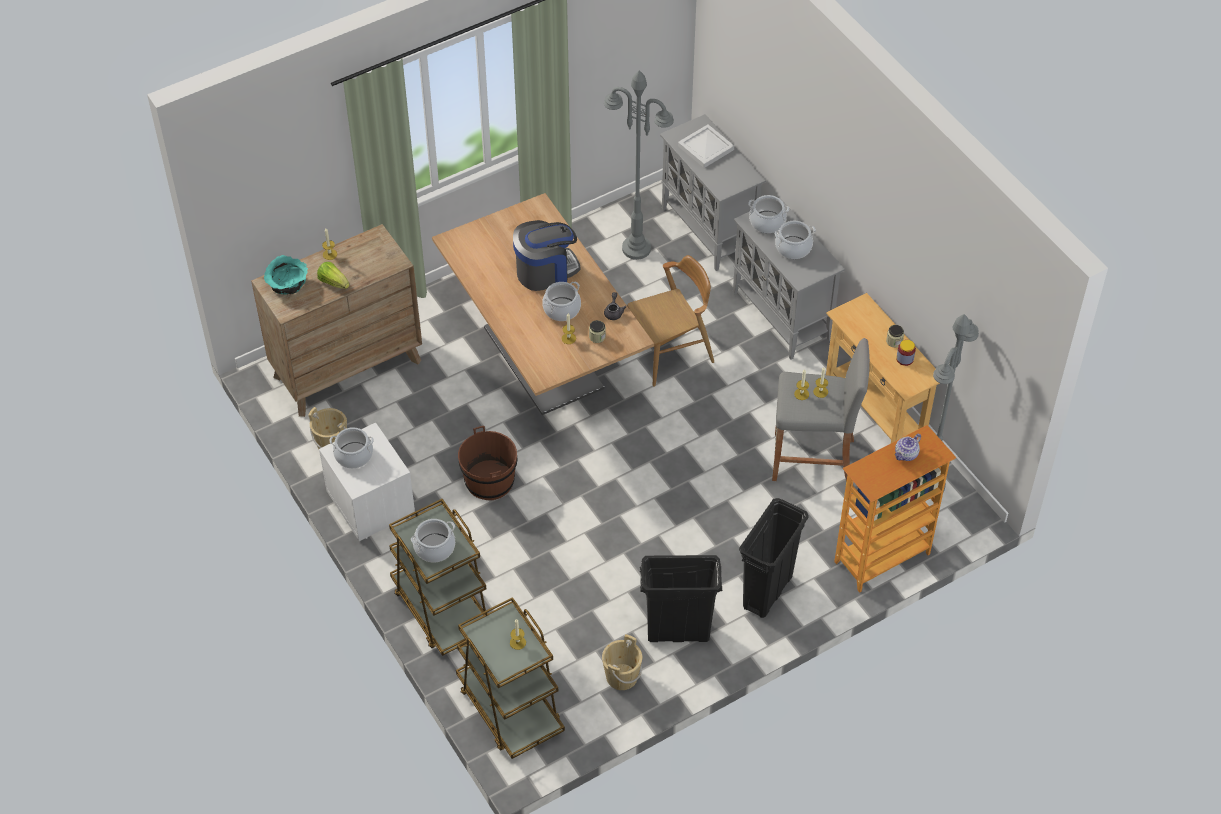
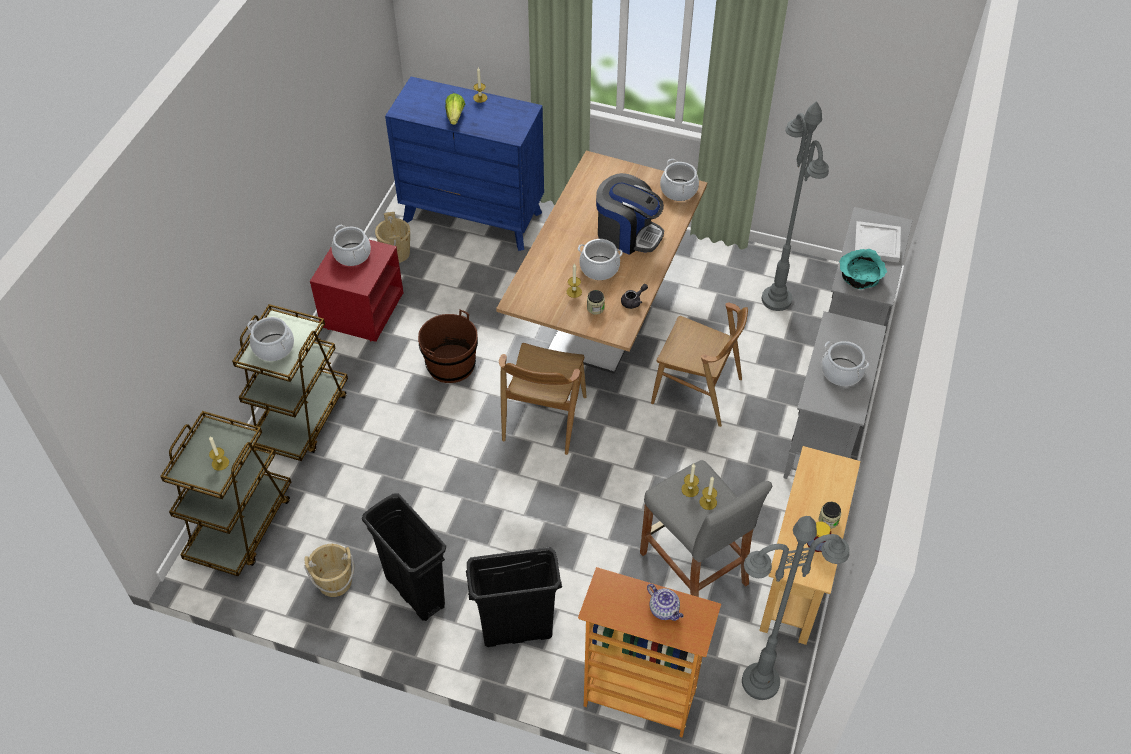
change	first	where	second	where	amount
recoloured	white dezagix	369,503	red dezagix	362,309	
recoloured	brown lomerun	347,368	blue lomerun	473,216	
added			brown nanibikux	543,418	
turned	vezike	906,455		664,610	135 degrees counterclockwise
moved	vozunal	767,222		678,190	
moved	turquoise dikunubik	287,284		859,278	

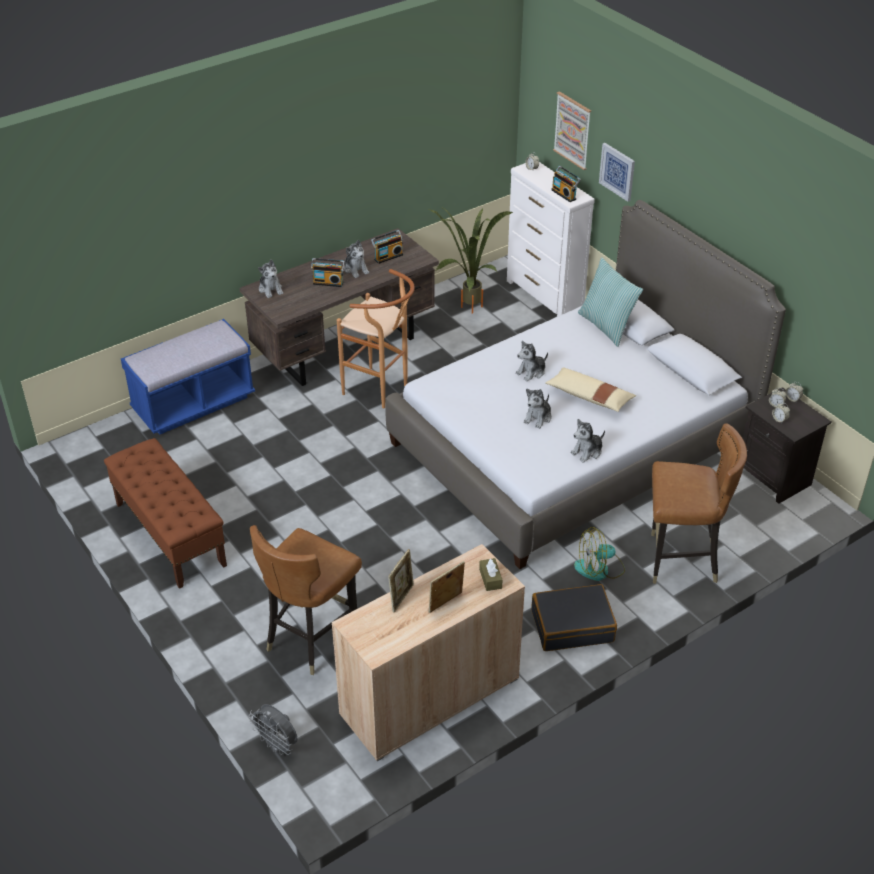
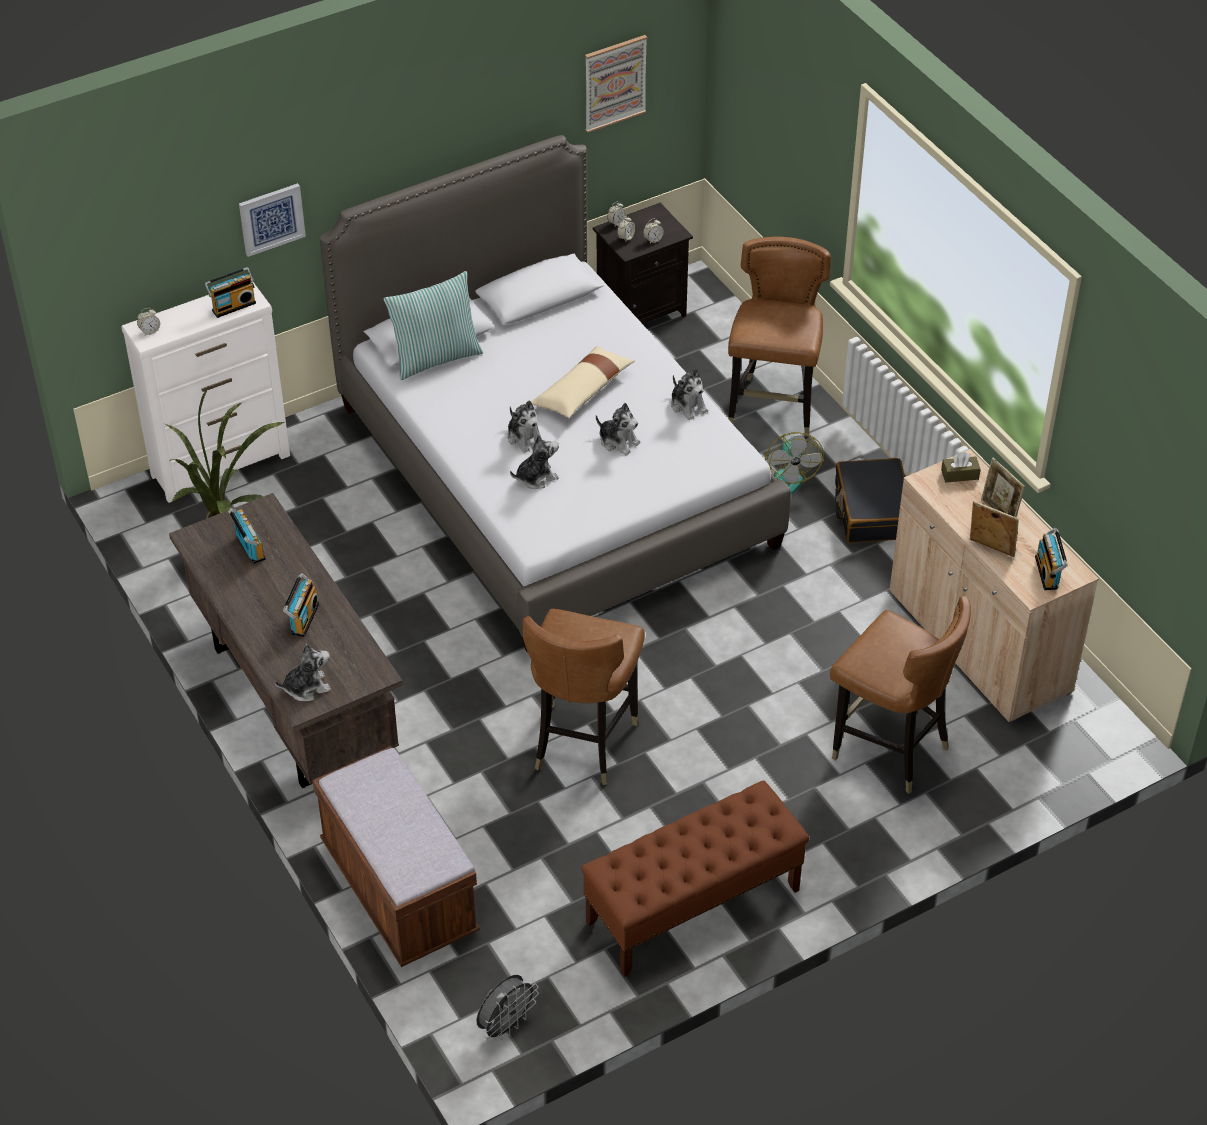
change	first	where	second	where	amount
recoloured	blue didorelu	193,404	brown didorelu	399,890	
moved	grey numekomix	277,744		506,1025	
moved	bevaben	356,269		536,477	
added			brown nanibikux	582,742	
moved	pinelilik	573,130		614,83	
added			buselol	1048,573	
removed	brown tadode	381,391			

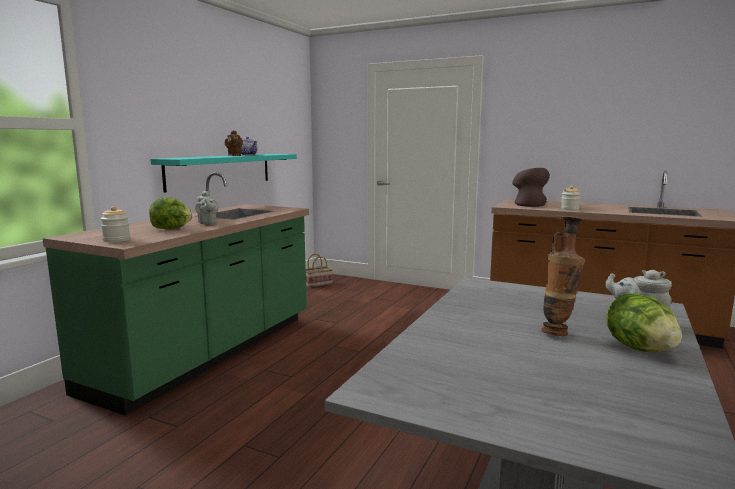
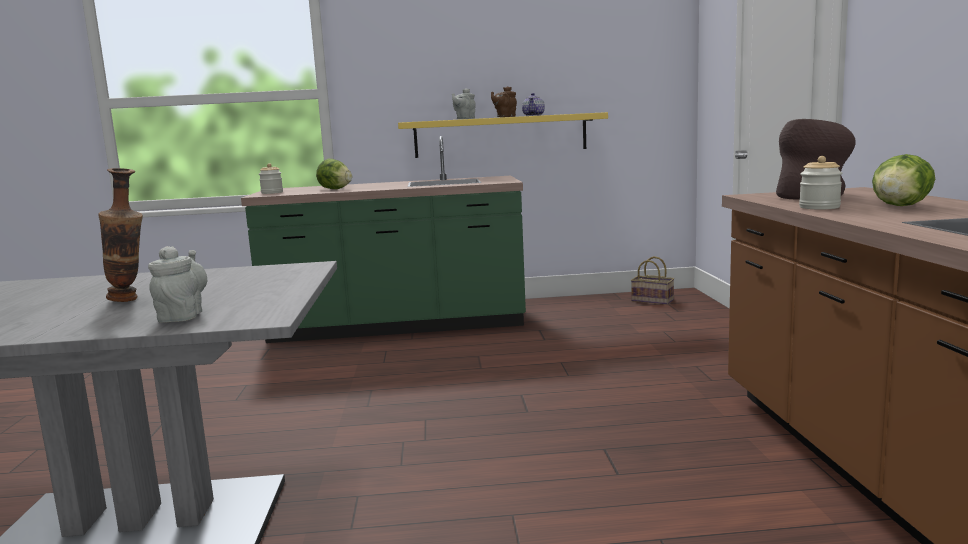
change	first	where	second	where	amount
recoloured	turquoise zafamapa	221,170	yellow zafamapa	500,135	
moved	grey vezike	207,223		464,119	
moved	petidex	640,349		900,206	

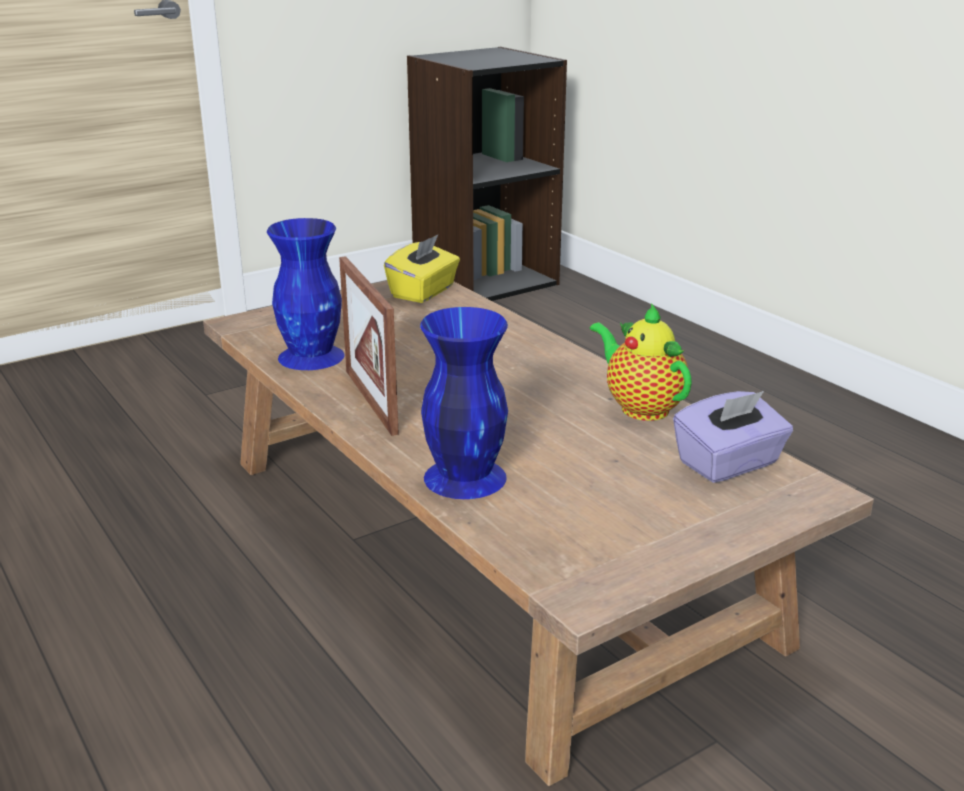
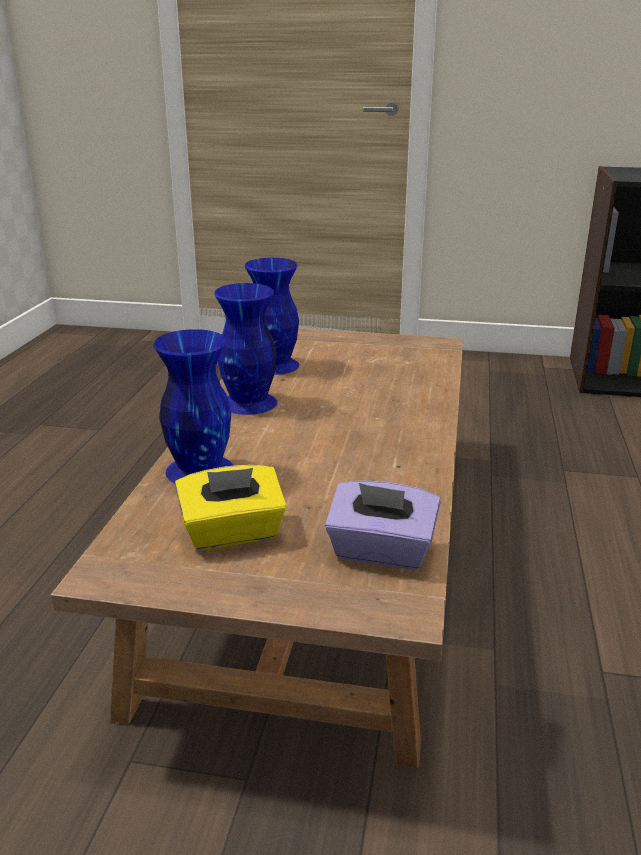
change	first	where	second	where	amount
moved	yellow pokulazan	423,292		232,533	
replaced	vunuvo	370,401	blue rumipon	248,403	
removed	vezike	640,407			

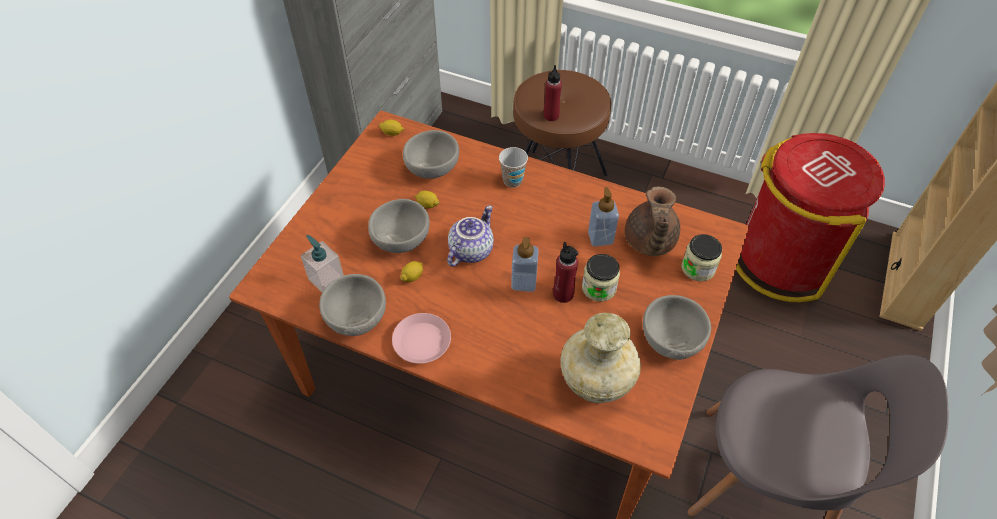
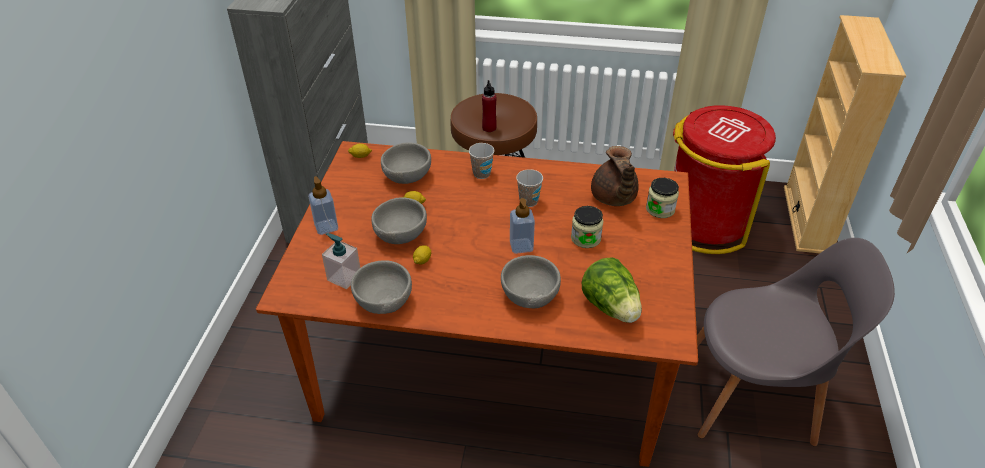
change	first	where	second	where	amount
moved	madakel	600,238		326,227	
moved	grey dikunubik	673,339		531,295	
added			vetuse	528,201	
replaced	beige rumipon	596,382	petidex	611,307	
removed	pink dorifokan	422,341			
removed	vezike	470,250			
removed	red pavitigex	563,294			

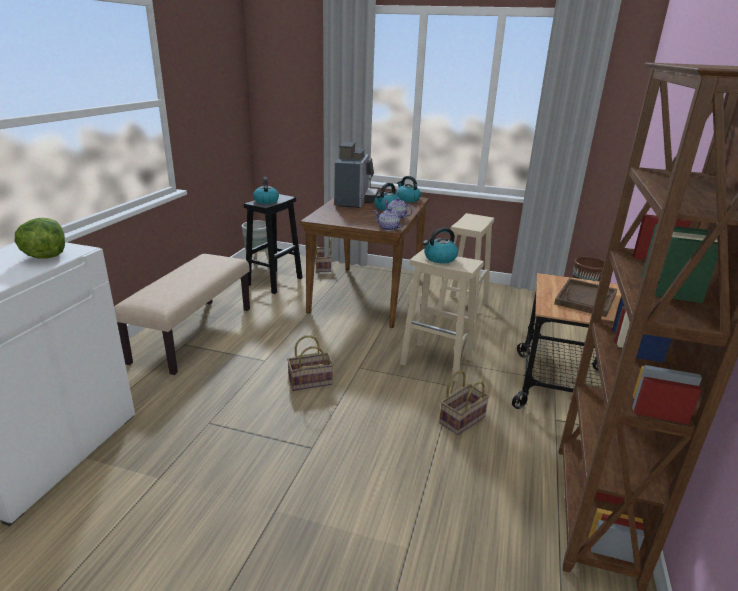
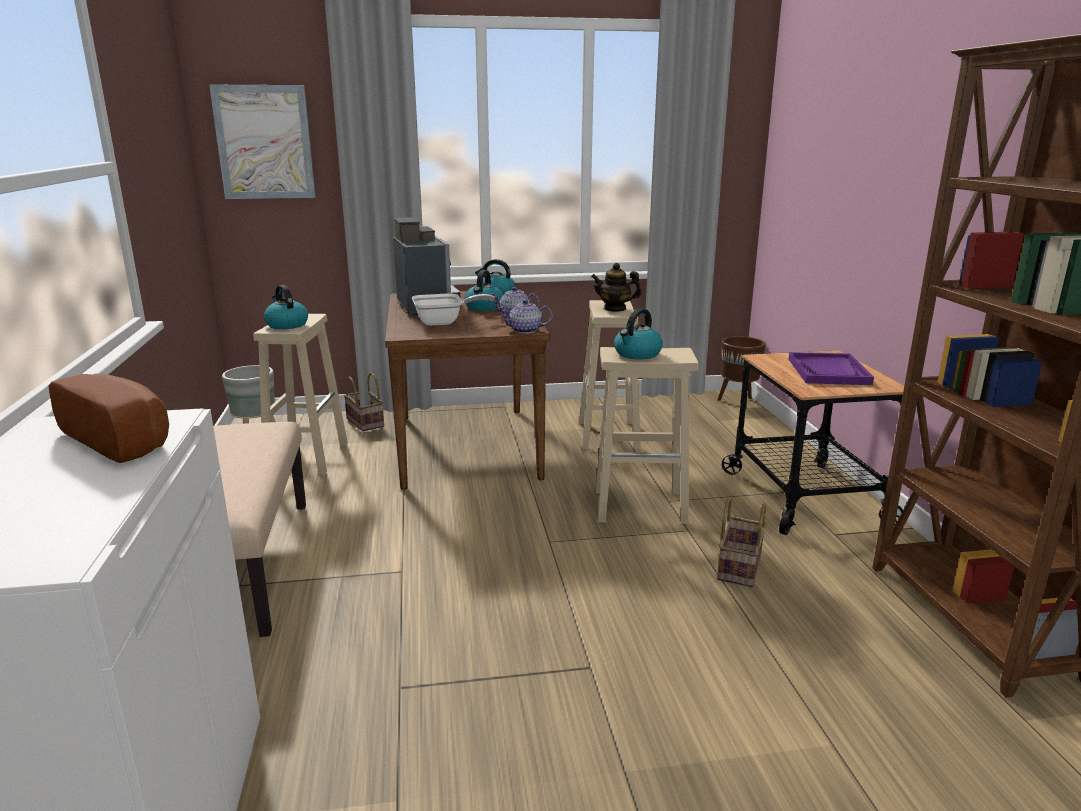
change	first	where	second	where	amount
replaced	petidex	45,256	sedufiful	122,439	
added			pinelilik	264,142	
recoloured	black tadode	274,281	beige tadode	307,457	
added			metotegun	444,322	
added			vezike	615,309	
recoloured	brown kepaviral	586,299	purple kepaviral	828,371	
removed	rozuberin	311,381			

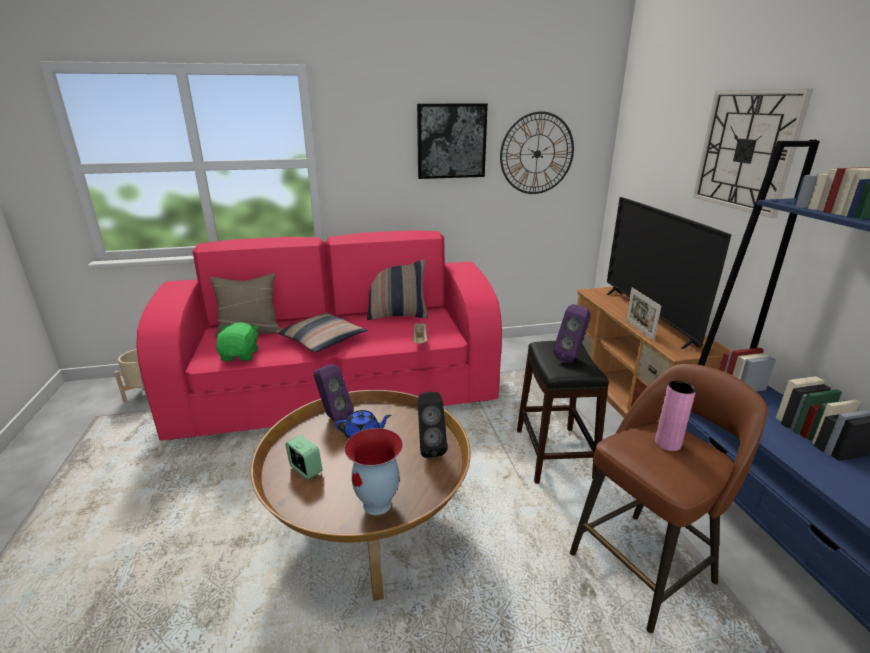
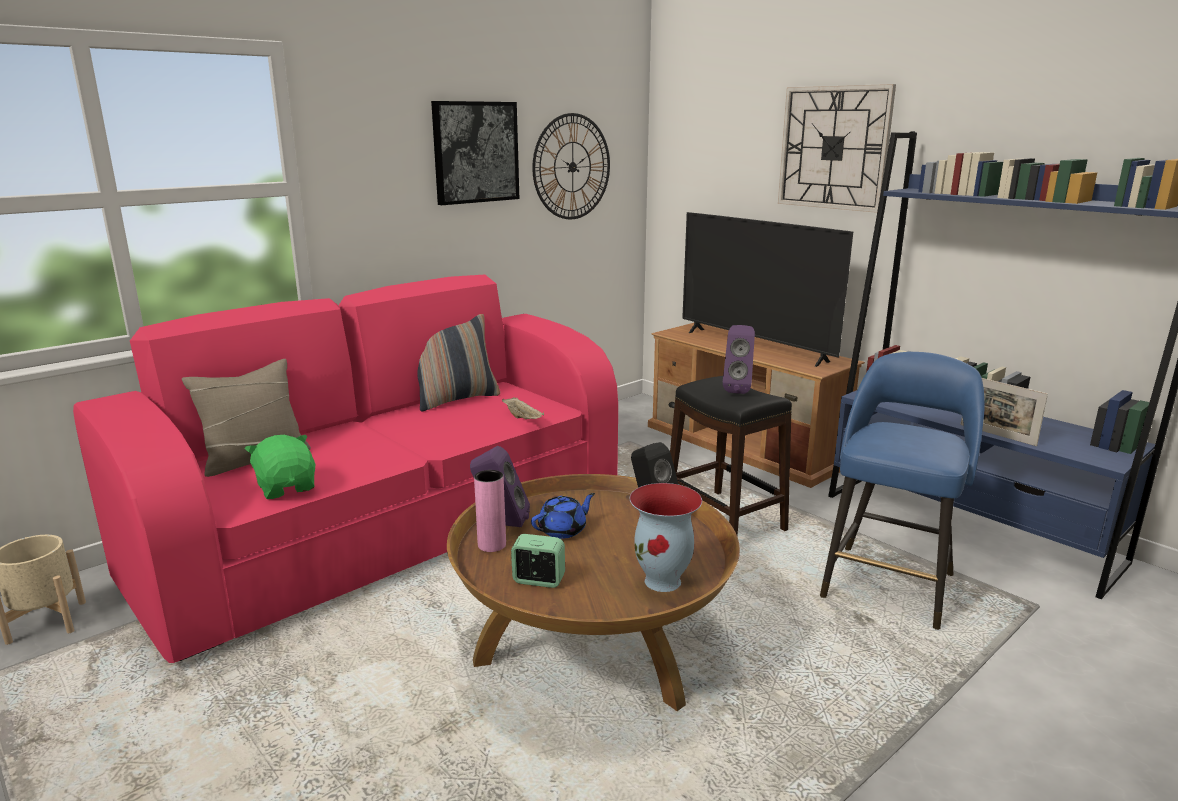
change	first	where	second	where	amount
moved	pink rumipon	667,443		492,545	
recoloured	brown tadode	644,566	blue tadode	889,583	
moved	vunuvo	639,330		997,435	
removed	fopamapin	322,340			

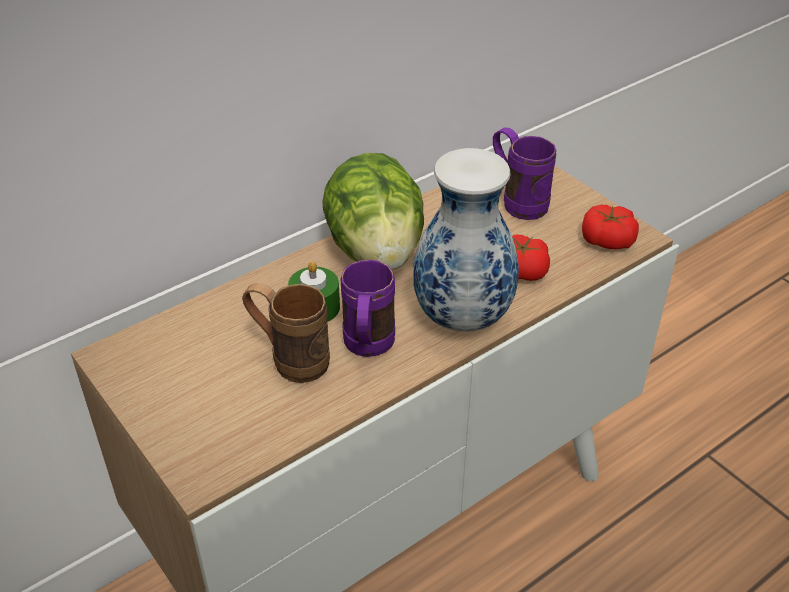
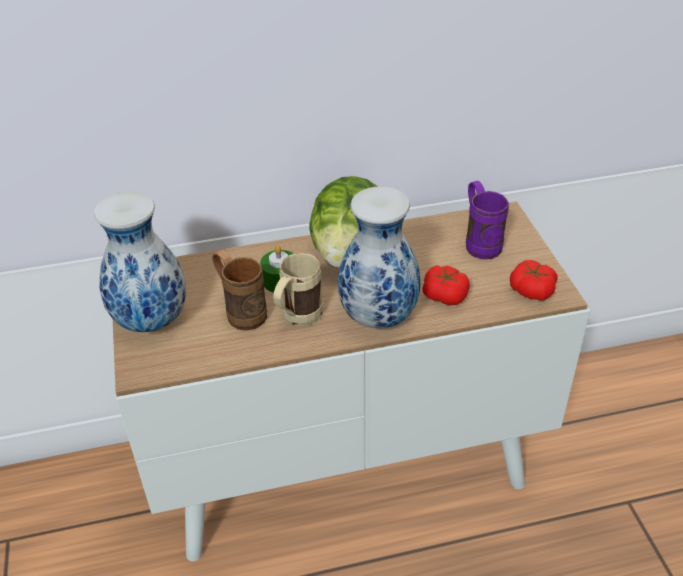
change	first	where	second	where	amount
added			rumipon	152,320	
recoloured	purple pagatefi	367,348	beige pagatefi	297,319	

